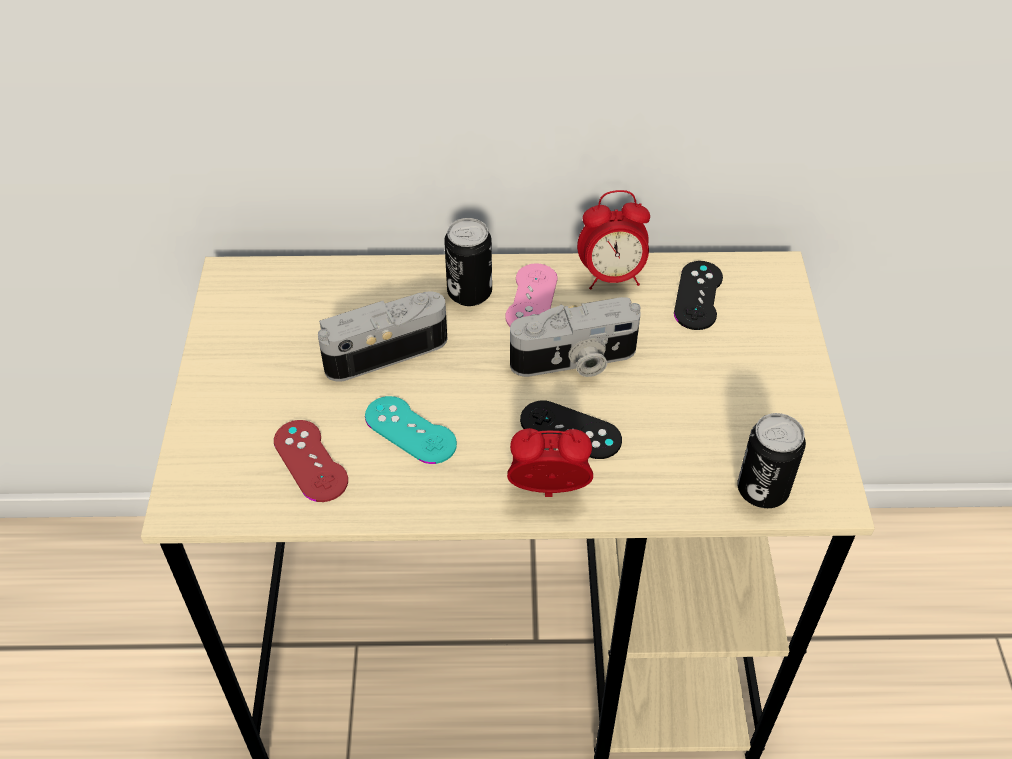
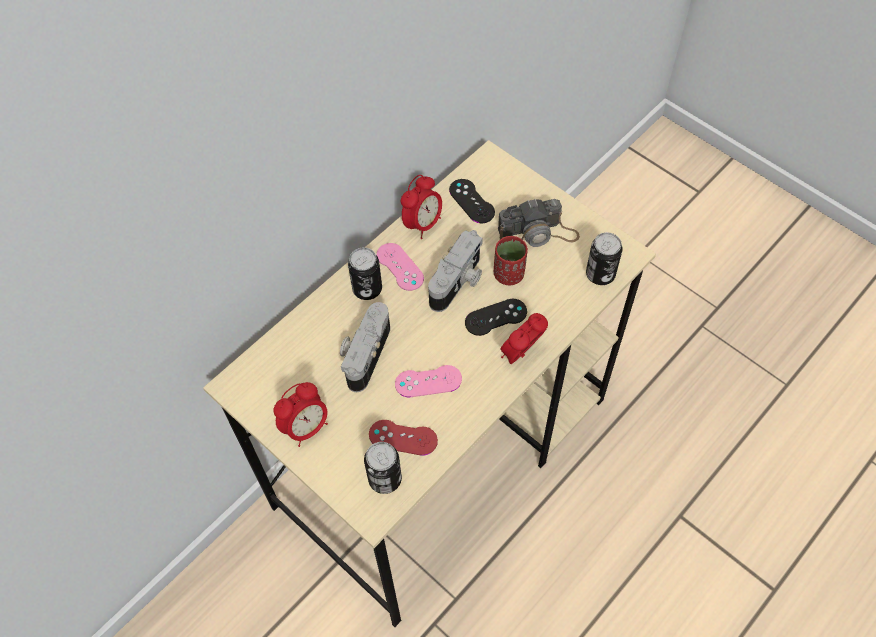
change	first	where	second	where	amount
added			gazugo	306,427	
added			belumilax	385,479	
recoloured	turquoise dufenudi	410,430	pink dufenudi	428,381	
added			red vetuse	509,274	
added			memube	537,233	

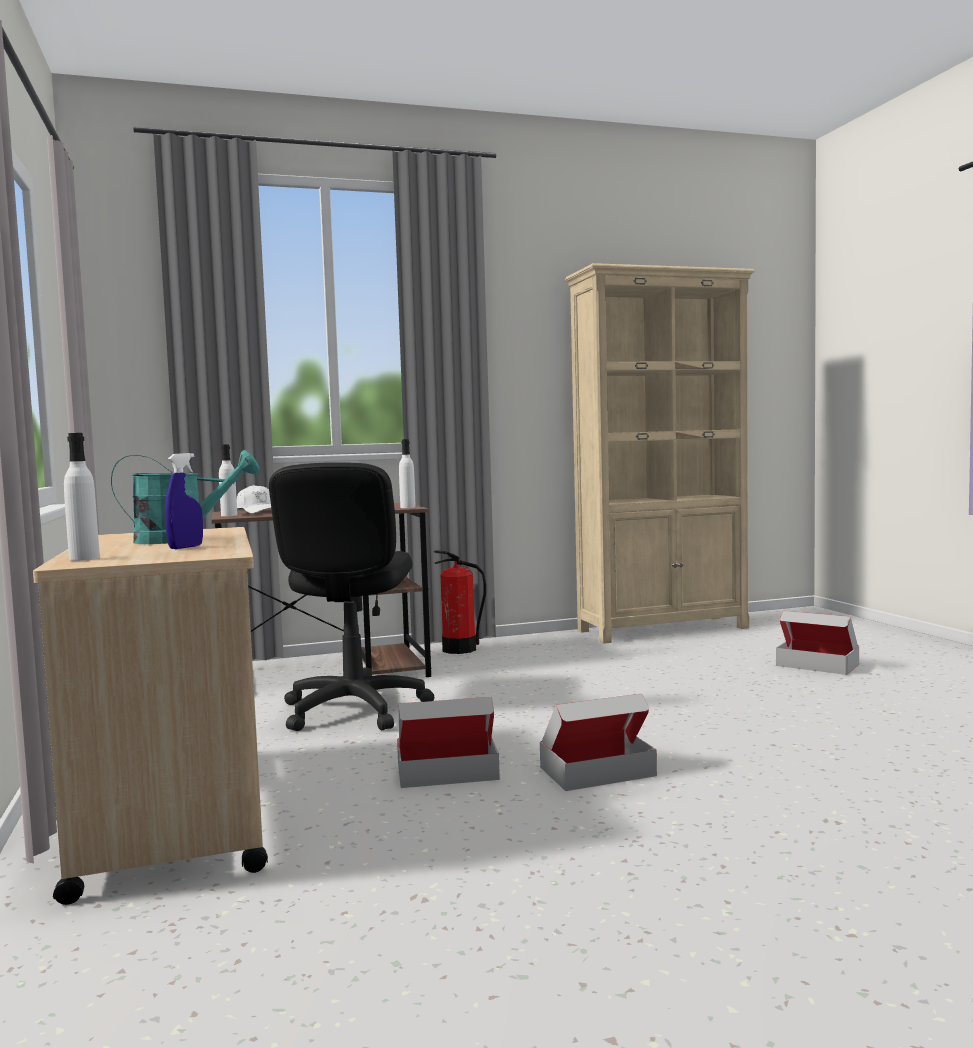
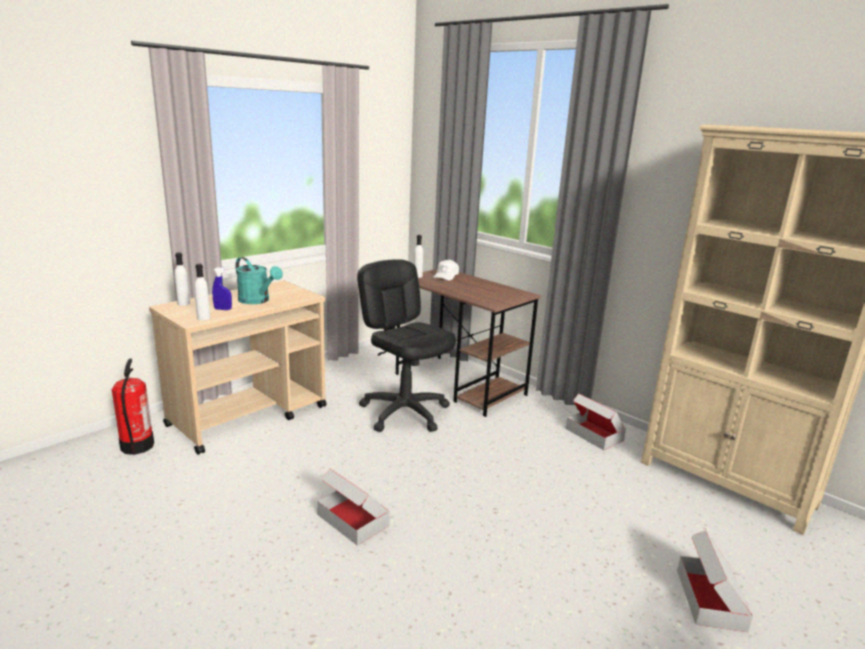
change	first	where	second	where	amount
moved	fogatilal	459,649		137,446	
moved	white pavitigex	408,507		203,318	
turned	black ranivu	353,710		404,412	75 degrees clockwise
moved	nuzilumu	447,771		594,434	

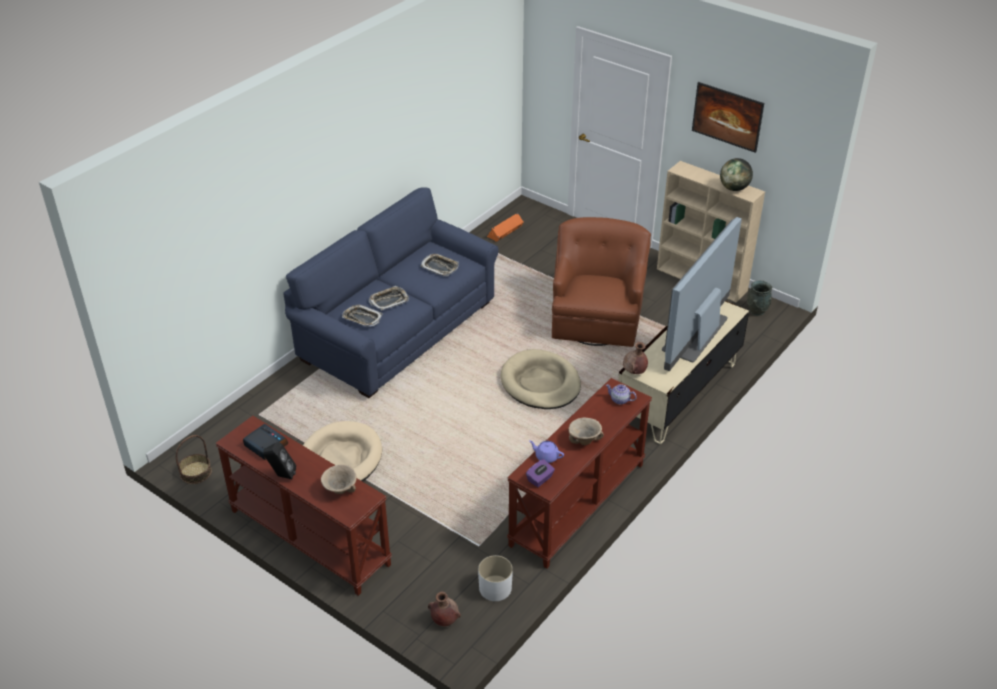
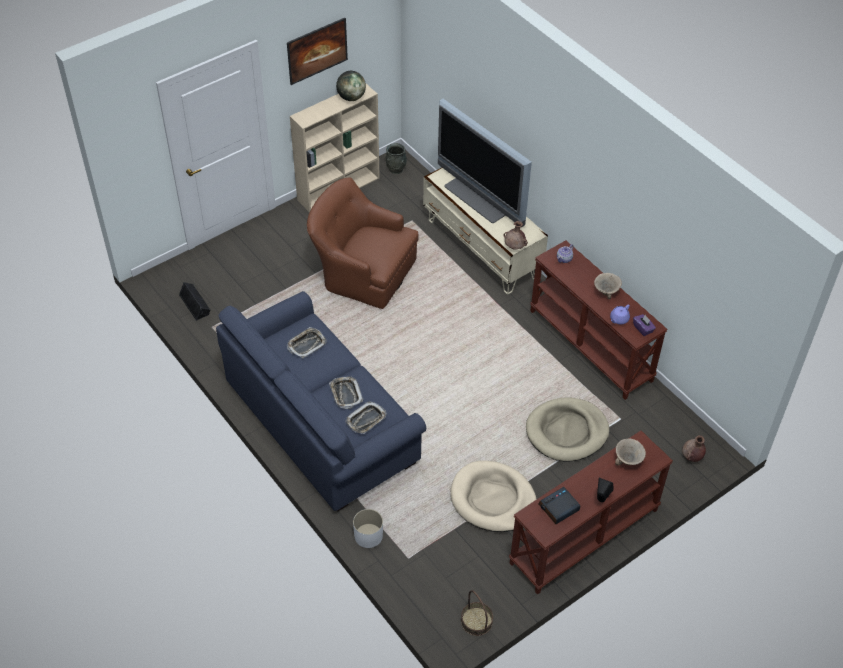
change	first	where	second	where	amount
recoloured	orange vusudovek	505,232	black vusudovek	195,304	
moved	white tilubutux	495,588		368,535	
moved	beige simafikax	540,383		567,432	

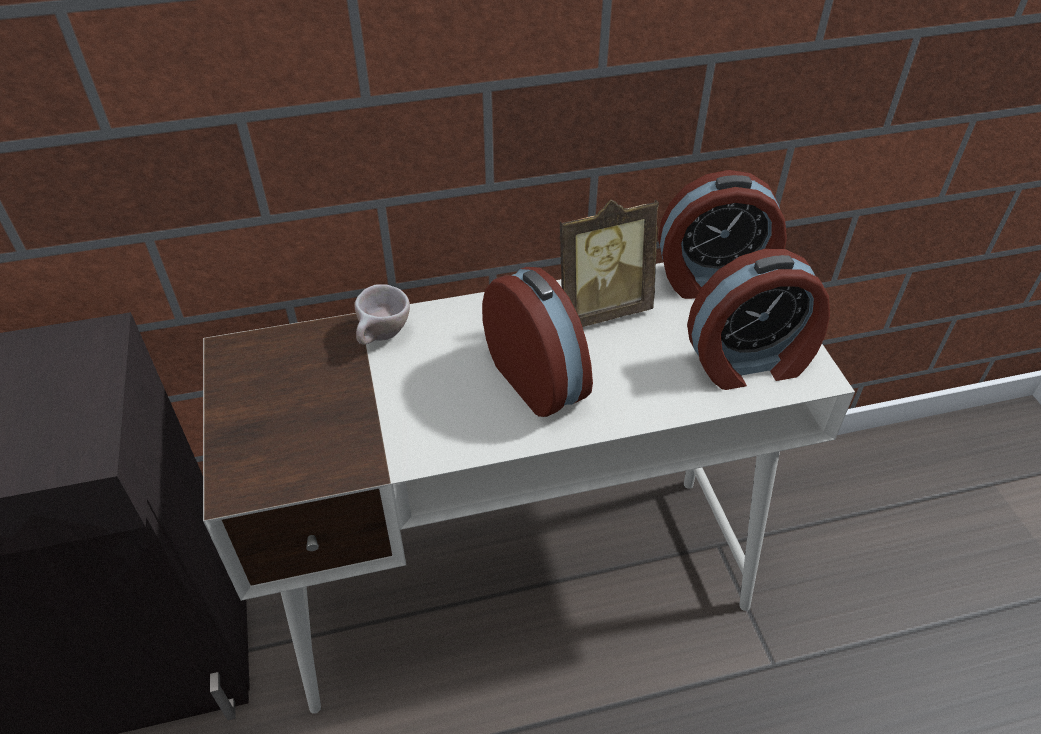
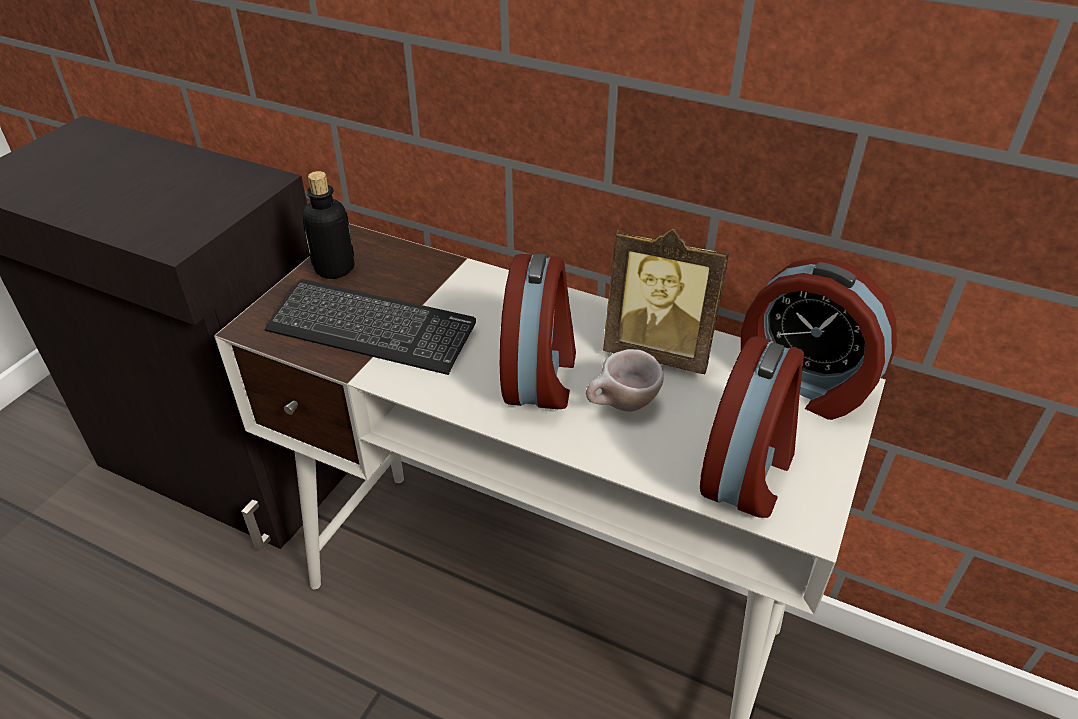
change	first	where	second	where	amount
added			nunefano	371,329	
added			pavitigex	334,268	
moved	beige vetuse	382,338		621,407	
turned	gazugo	749,363		749,471	90 degrees counterclockwise

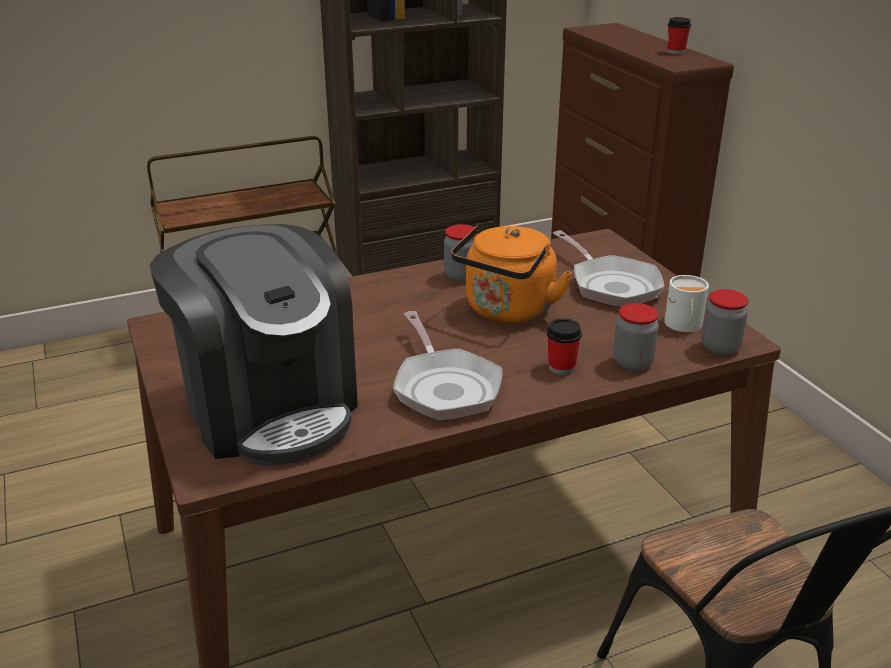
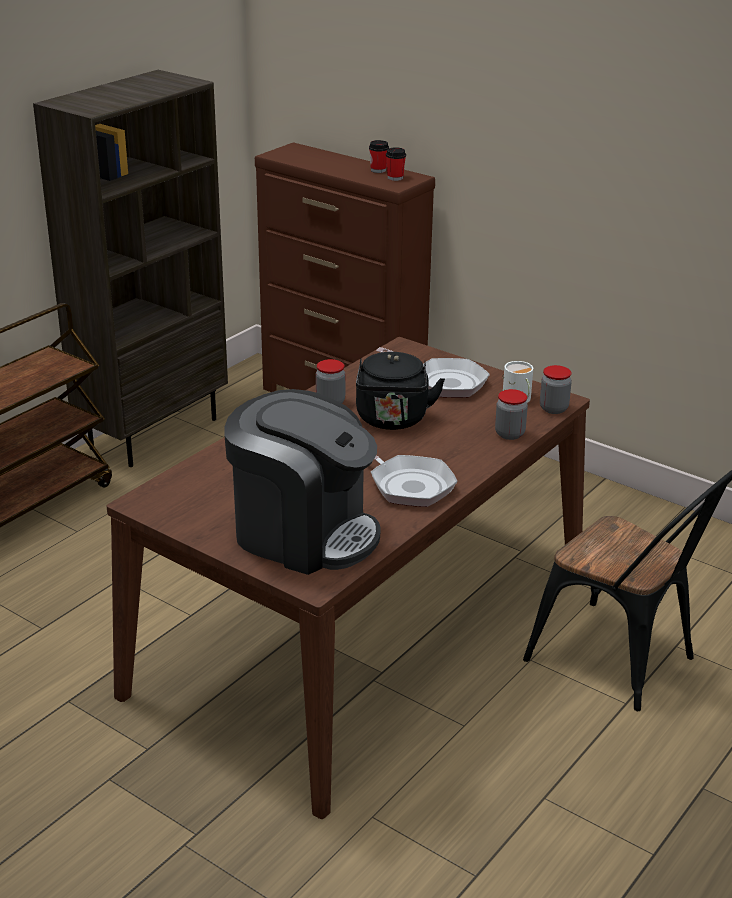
change	first	where	second	where	amount
recoloured	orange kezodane	507,311	black kezodane	392,420	
moved	vetuse	561,367		395,178	

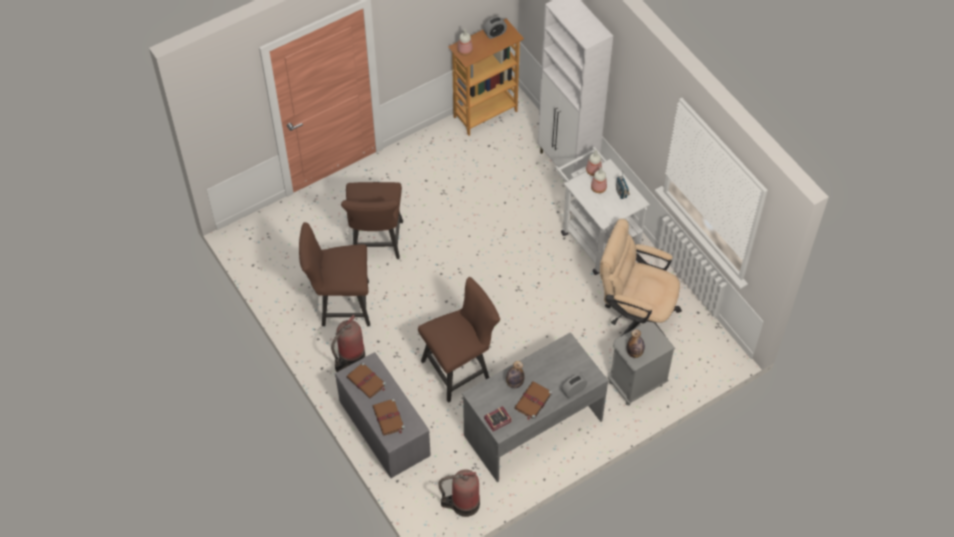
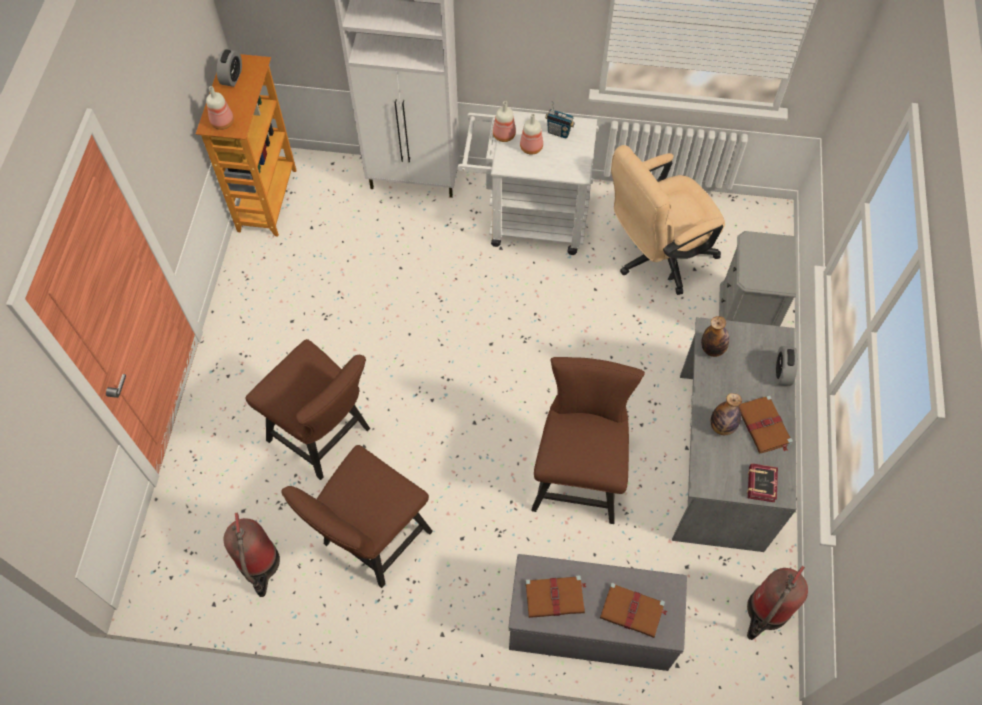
change	first	where	second	where	amount
moved	fogatilal	350,357		259,565	
moved	pavitigex	634,353		712,349	

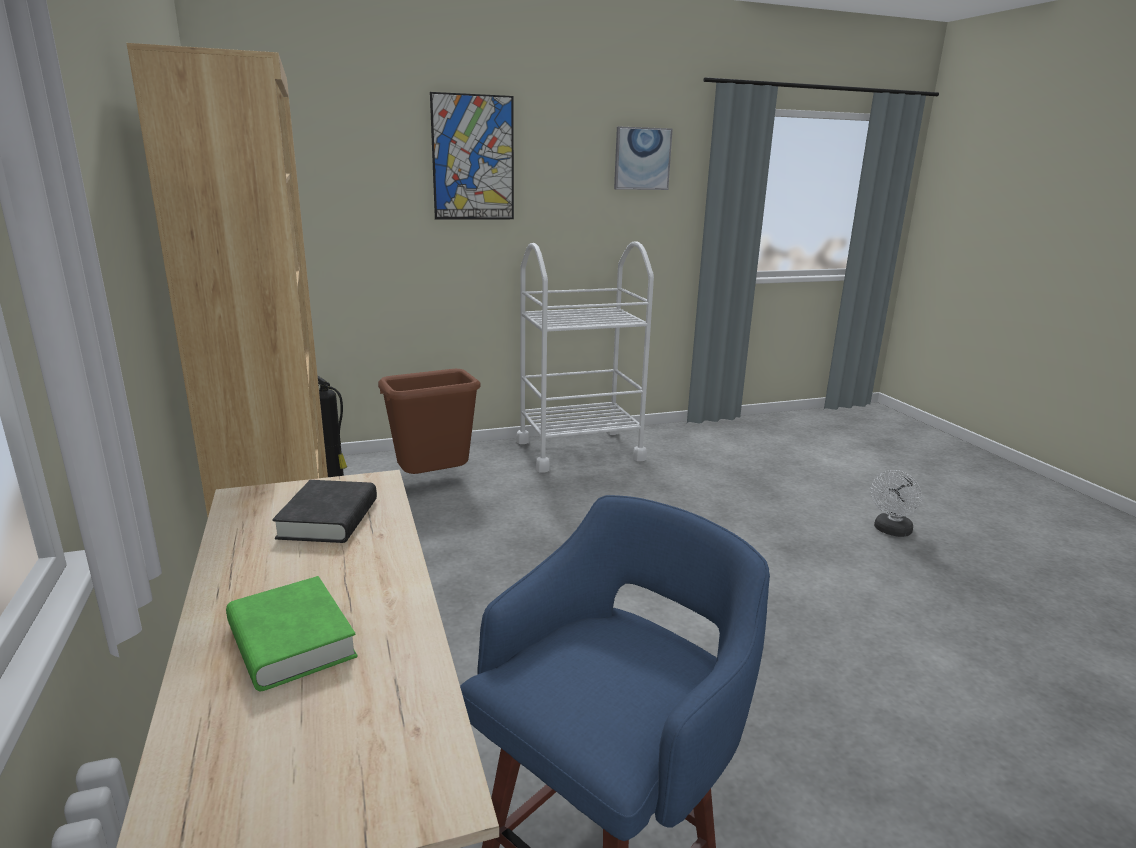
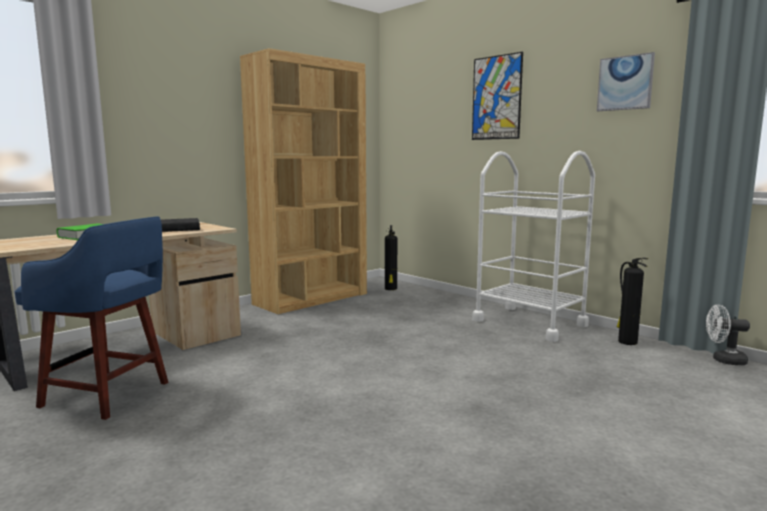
change	first	where	second	where	amount
added			fogatilal	626,341	
moved	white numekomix	891,531		723,360	
removed	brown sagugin	433,481			

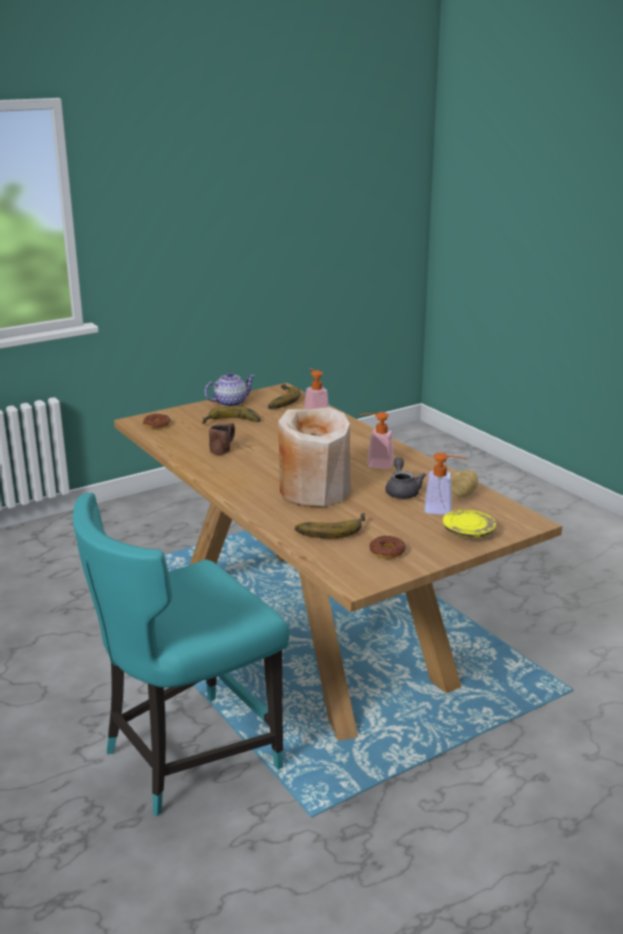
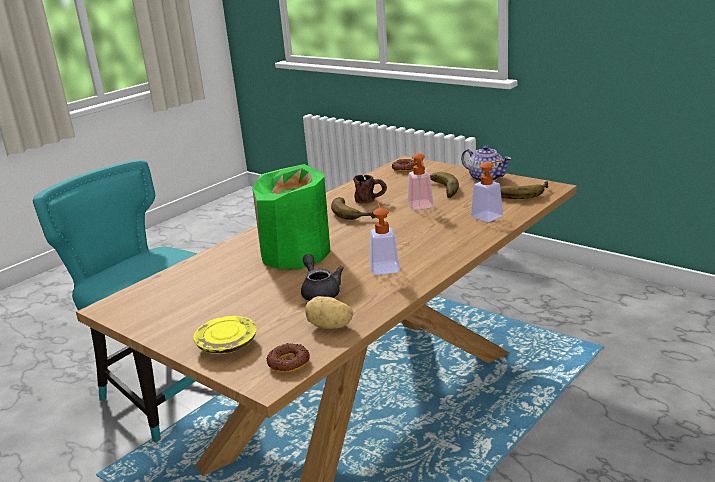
change	first	where	second	where	amount
recoloured	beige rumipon	314,491	green rumipon	296,253	
moved	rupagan	387,551		289,363	
turned	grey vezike	402,491		320,292	90 degrees counterclockwise
moved	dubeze	330,528		354,212	
moved	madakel	443,510		421,207	

